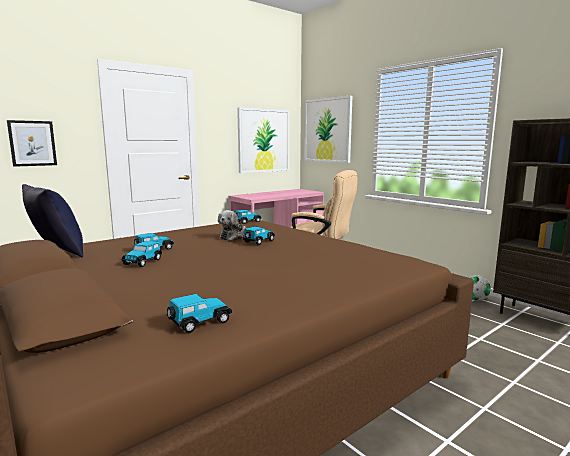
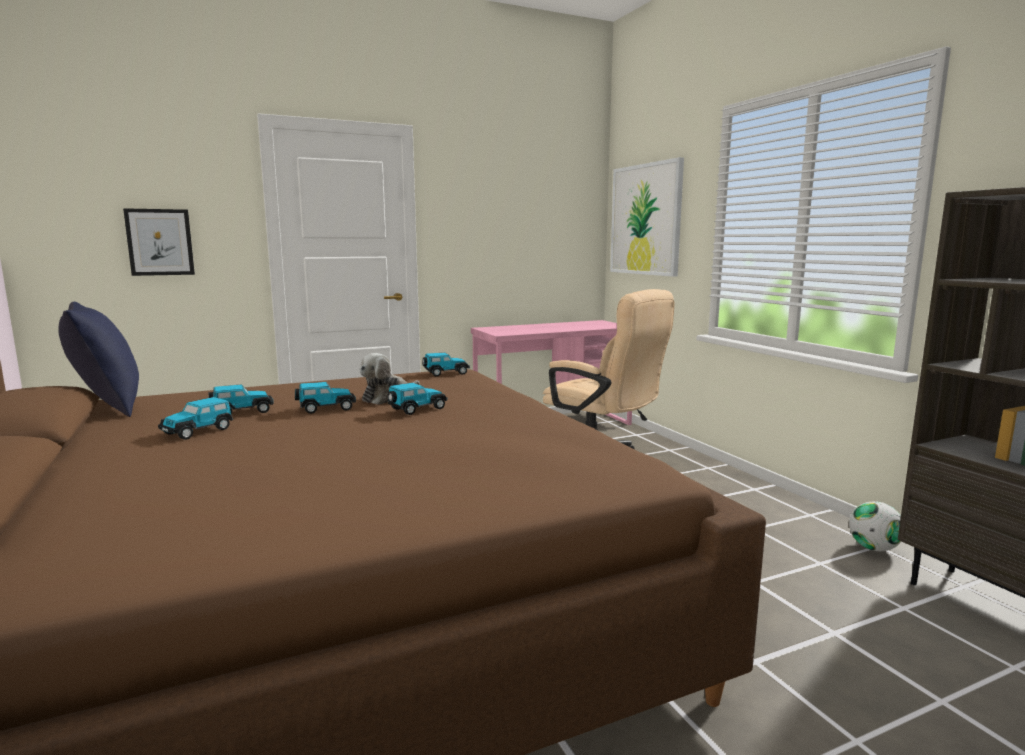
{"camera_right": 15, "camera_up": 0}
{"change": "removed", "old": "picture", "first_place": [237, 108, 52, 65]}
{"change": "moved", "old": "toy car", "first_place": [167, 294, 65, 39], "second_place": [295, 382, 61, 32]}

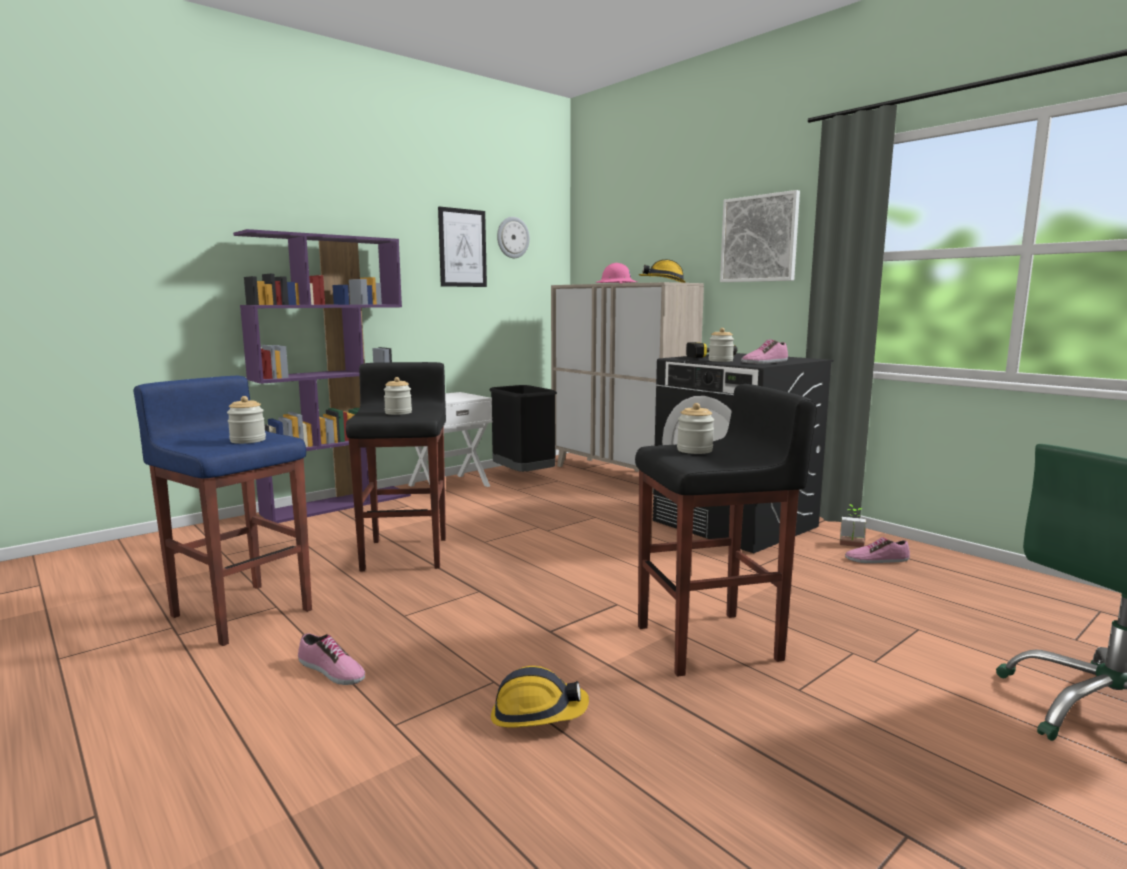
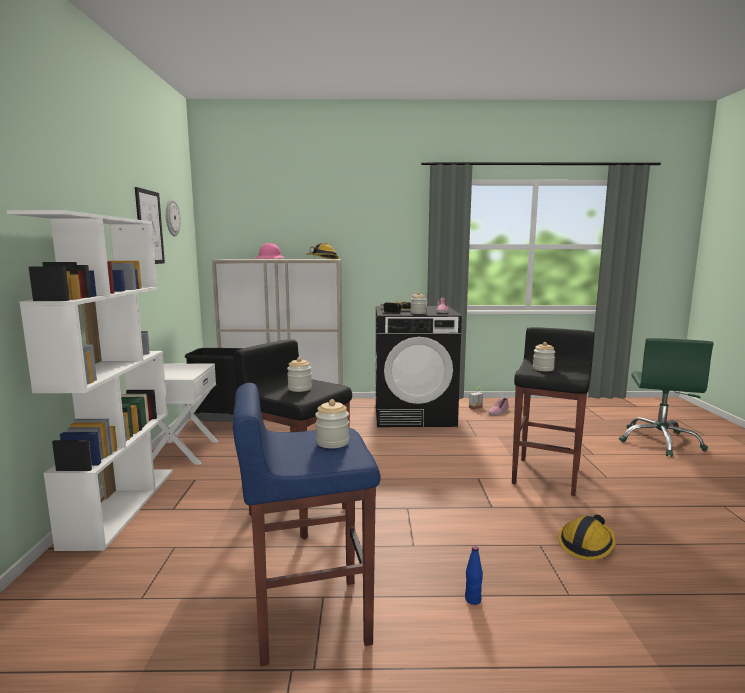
{"camera_right": -50, "camera_up": 0}
{"change": "removed", "old": "picture", "first_place": [720, 190, 80, 92]}
{"change": "replaced", "old": "shoe", "new": "bottle (blue)", "first_place": [298, 633, 67, 52], "second_place": [465, 546, 18, 59]}
{"change": "recoloured", "old": "bookcase (purple)", "new": "bookcase (white)", "first_place": [233, 229, 178, 294], "second_place": [7, 210, 166, 341]}

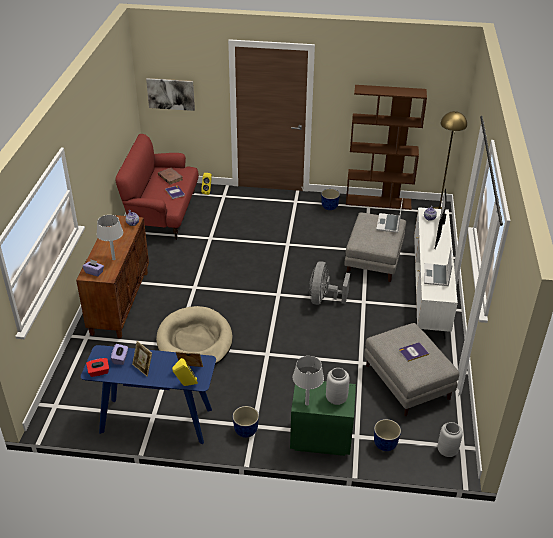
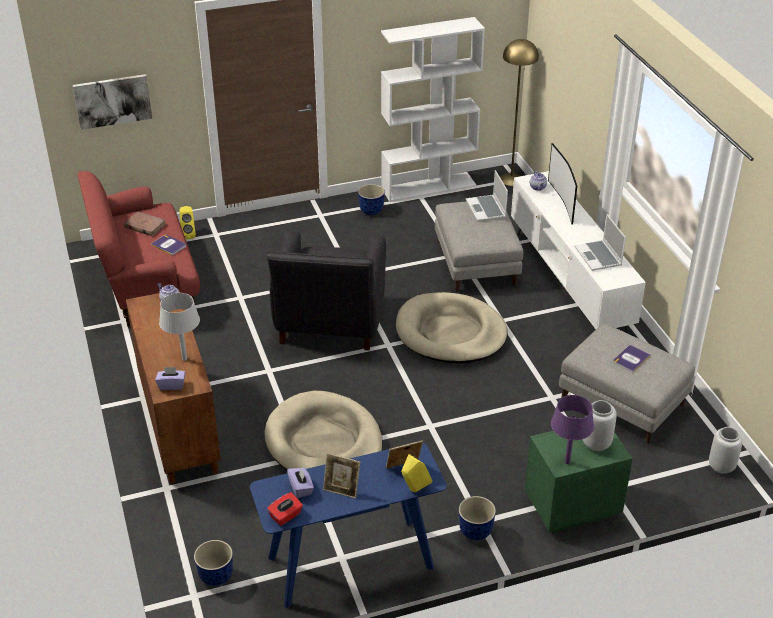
{"camera_right": -25, "camera_up": 0}
{"change": "added", "new": "armchair (black)", "second_place": [267, 230, 119, 121]}
{"change": "moved", "old": "planter", "first_place": [374, 419, 27, 32], "second_place": [194, 540, 39, 46]}
{"change": "replaced", "old": "fan (grey)", "new": "dog bed (beige)", "first_place": [309, 261, 41, 44], "second_place": [396, 292, 112, 72]}
{"change": "recoloured", "old": "table lamp (grey)", "new": "table lamp (purple)", "first_place": [293, 356, 31, 50], "second_place": [551, 395, 43, 69]}
{"change": "recoloured", "old": "bookcase (brown)", "new": "bookcase (white)", "first_place": [346, 85, 81, 125], "second_place": [381, 17, 104, 185]}

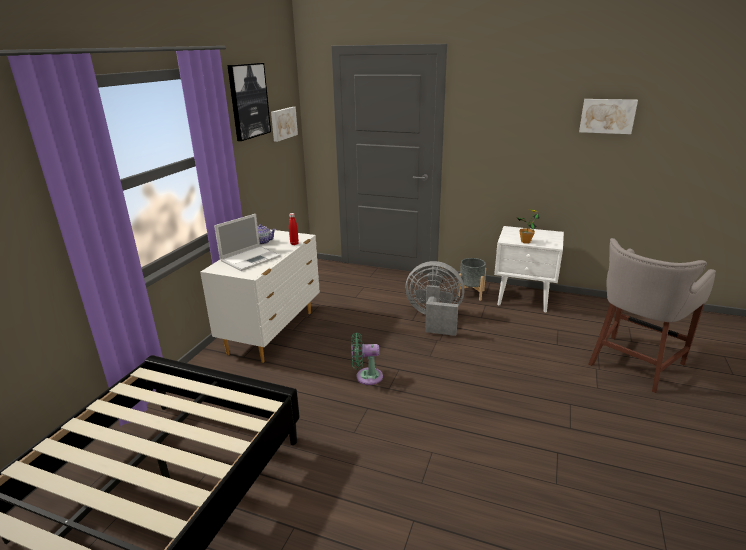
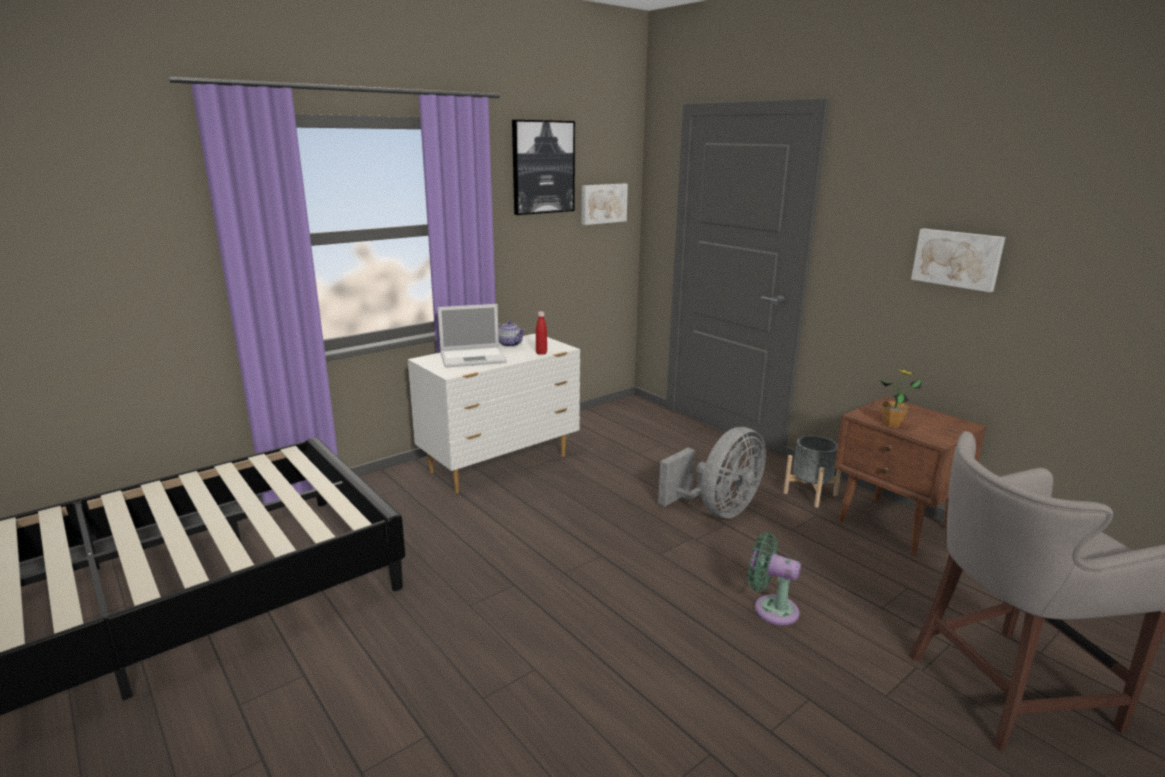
{"camera_right": 30, "camera_up": -5}
{"change": "moved", "old": "fan (green)", "first_place": [351, 333, 32, 52], "second_place": [748, 533, 53, 92]}
{"change": "moved", "old": "picture", "first_place": [579, 99, 59, 35], "second_place": [911, 228, 94, 64]}
{"change": "recoloured", "old": "nightstand (white)", "new": "nightstand (brown)", "first_place": [494, 226, 70, 86], "second_place": [834, 396, 153, 160]}
{"change": "turned", "old": "fan (grey)", "first_place": [405, 261, 59, 75], "second_place": [658, 427, 108, 91], "degrees": 90}

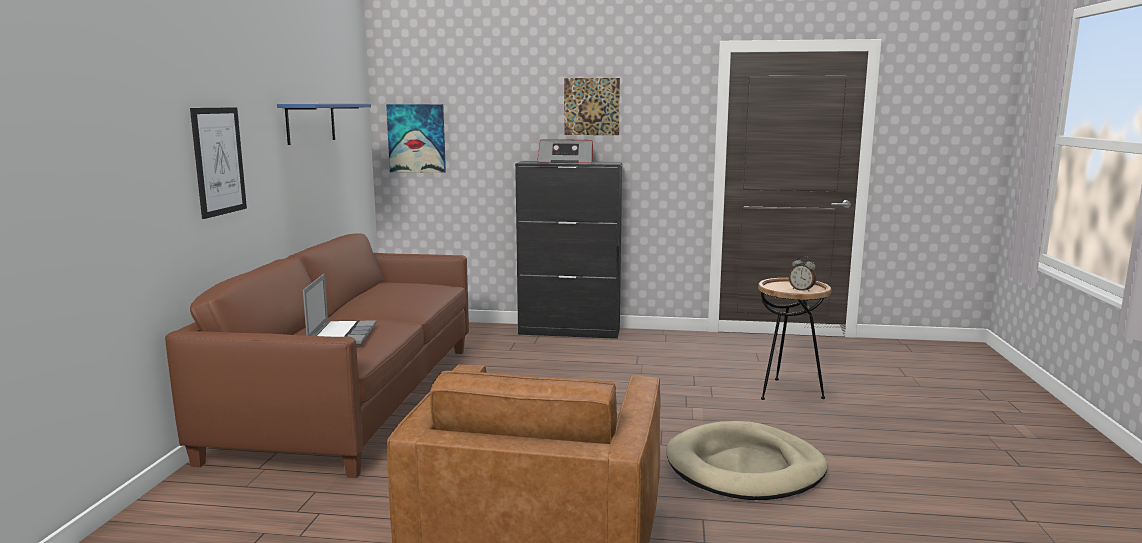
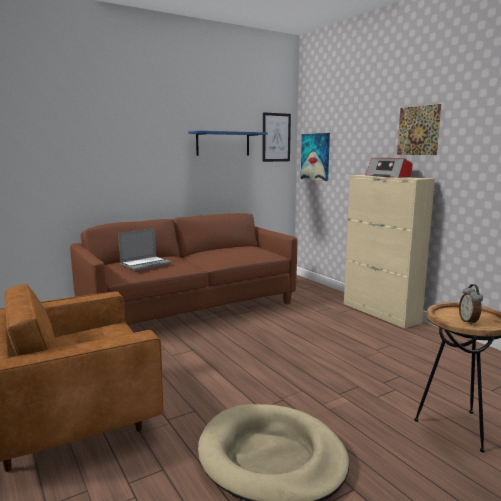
{"camera_right": 50, "camera_up": 0}
{"change": "moved", "old": "picture", "first_place": [190, 108, 57, 111], "second_place": [262, 112, 29, 50]}
{"change": "recoloured", "old": "cabinet (black)", "new": "cabinet (beige)", "first_place": [515, 161, 107, 178], "second_place": [344, 175, 91, 153]}

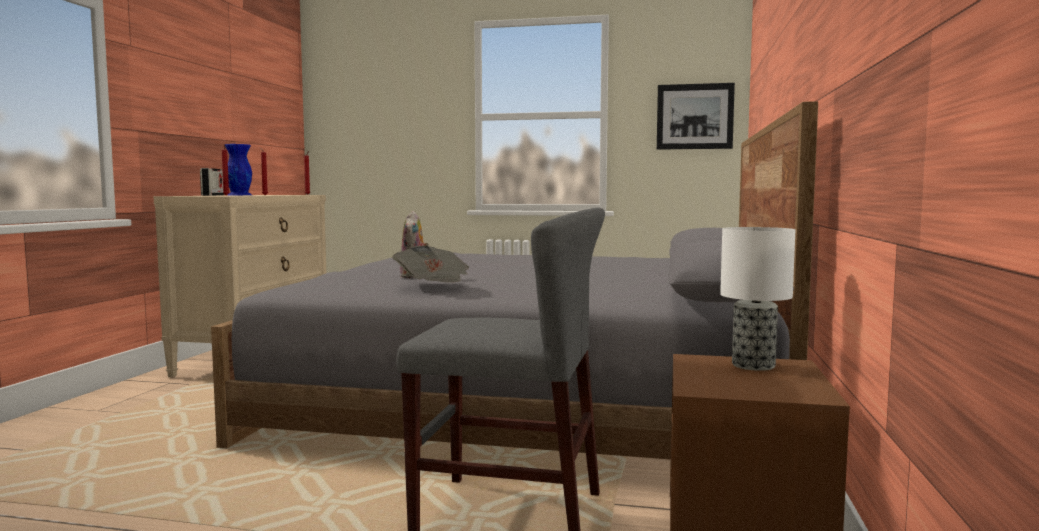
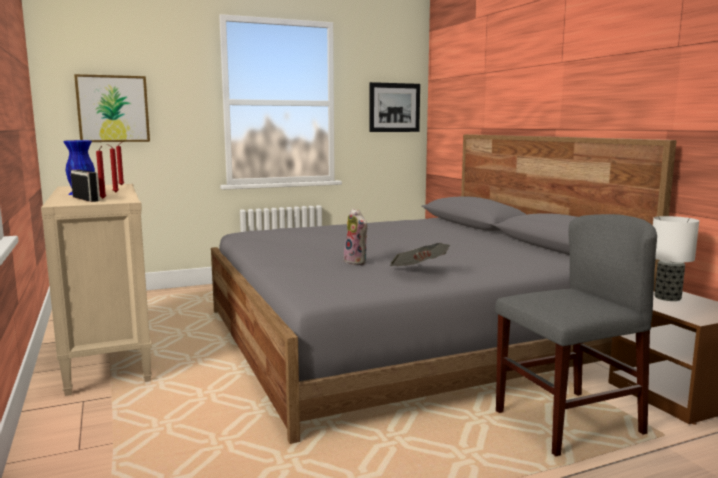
{"camera_right": -35, "camera_up": 5}
{"change": "added", "new": "picture", "second_place": [74, 74, 76, 68]}

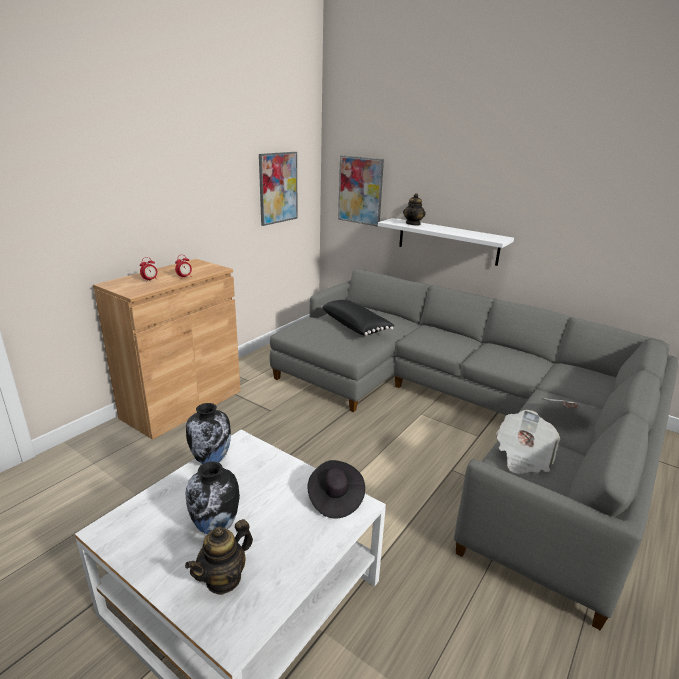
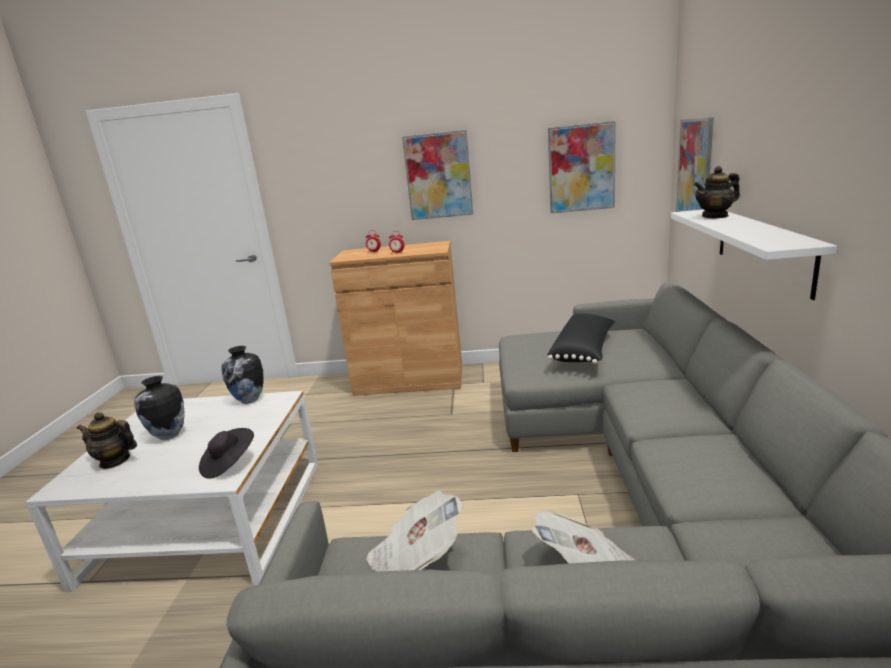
{"camera_right": 60, "camera_up": -5}
{"change": "added", "new": "picture", "second_place": [402, 130, 71, 90]}

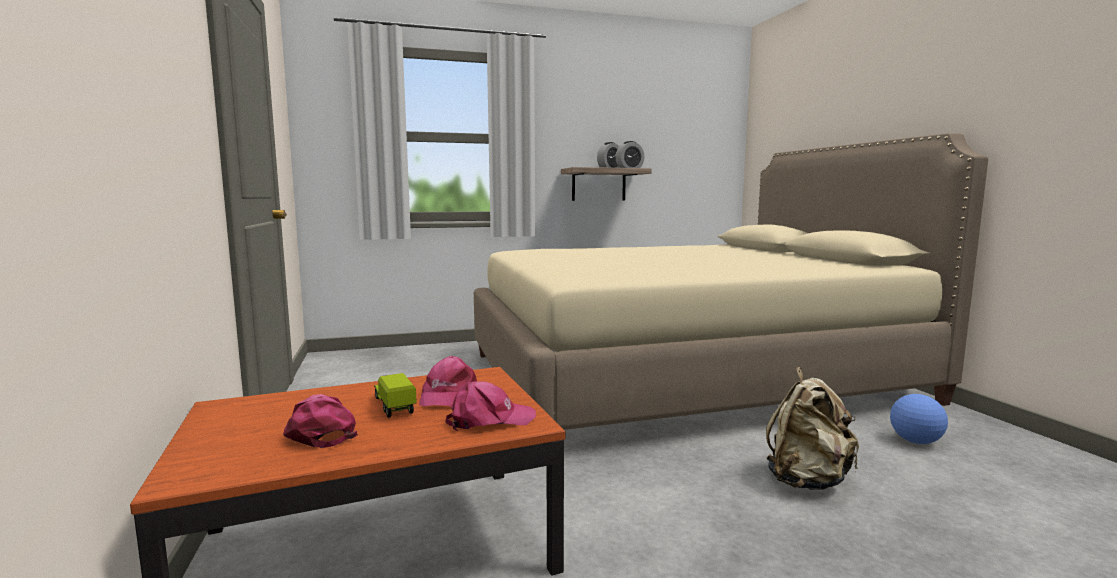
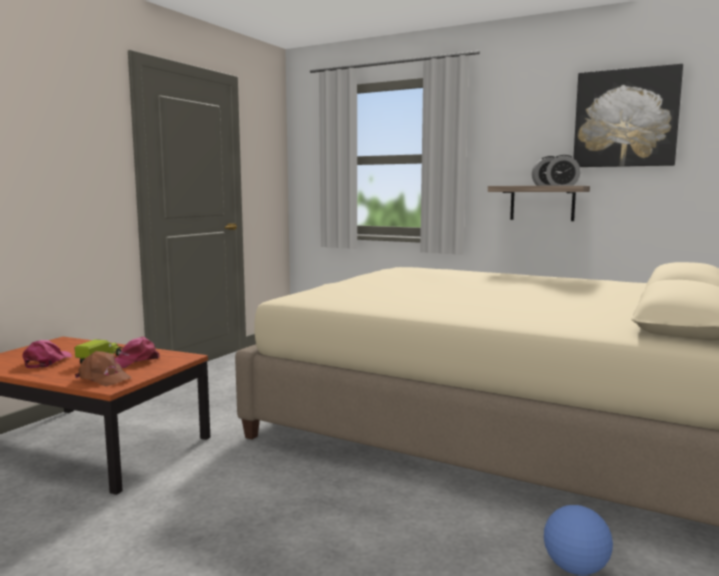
{"camera_right": 45, "camera_up": 0}
{"change": "removed", "old": "backpack (beige)", "first_place": [766, 367, 93, 123]}
{"change": "added", "new": "picture", "second_place": [573, 64, 110, 103]}
{"change": "recoloured", "old": "cap (pink)", "new": "cap (brown)", "first_place": [445, 381, 91, 50], "second_place": [75, 351, 57, 35]}

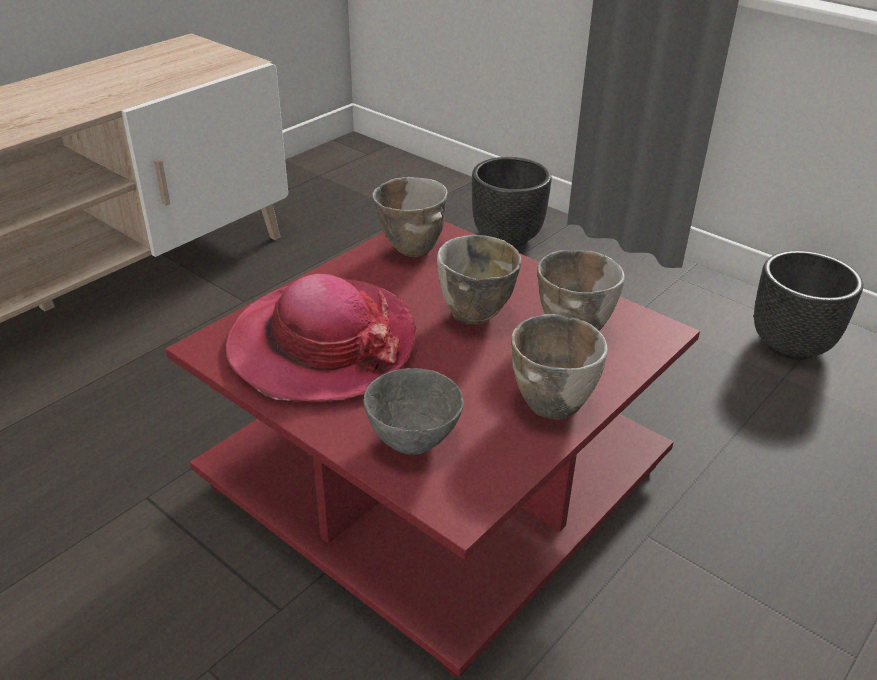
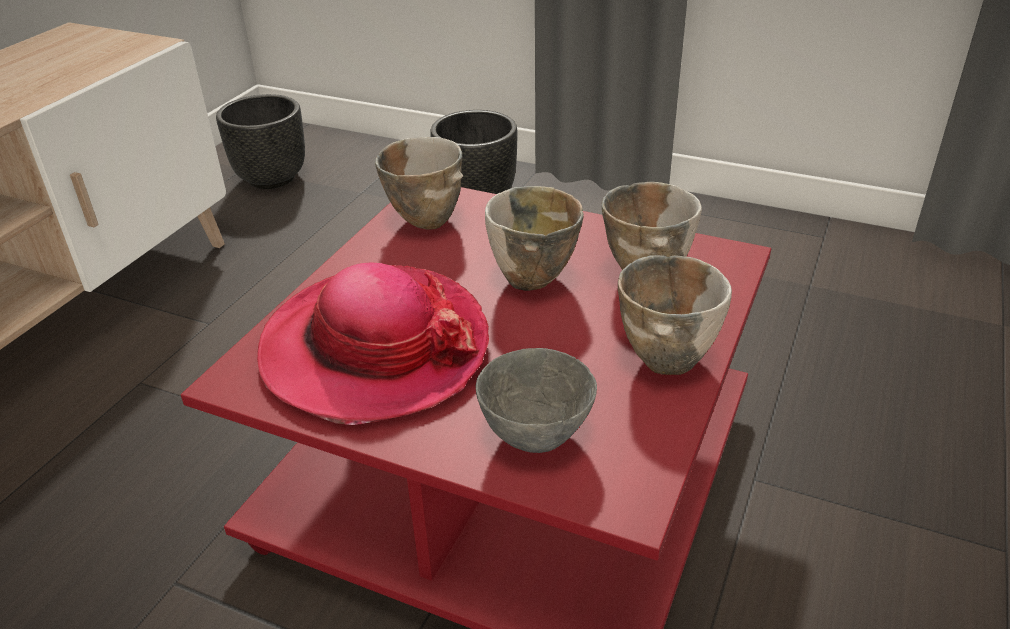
{"camera_right": -15, "camera_up": 0}
{"change": "moved", "old": "planter (black)", "first_place": [754, 250, 109, 110], "second_place": [216, 94, 89, 95]}

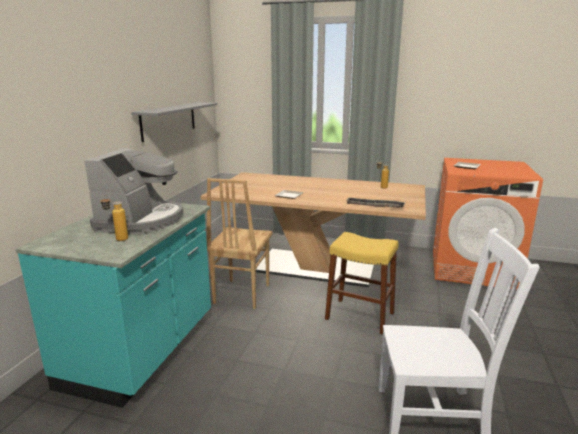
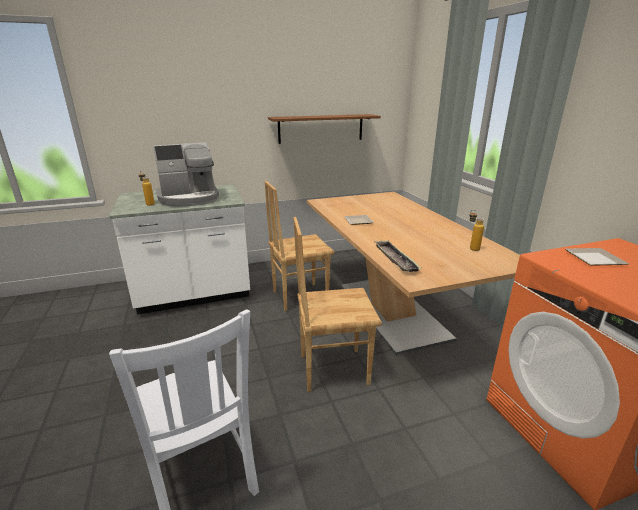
{"camera_right": 55, "camera_up": 5}
{"change": "replaced", "old": "stool (yellow)", "new": "chair (brown)", "first_place": [325, 232, 73, 102], "second_place": [293, 217, 89, 175]}
{"change": "recoloured", "old": "counter (turquoise)", "new": "counter (white)", "first_place": [15, 203, 196, 205], "second_place": [109, 185, 141, 130]}
{"change": "recoloured", "old": "shelf (grey)", "new": "shelf (brown)", "first_place": [131, 102, 86, 40], "second_place": [268, 114, 113, 30]}

